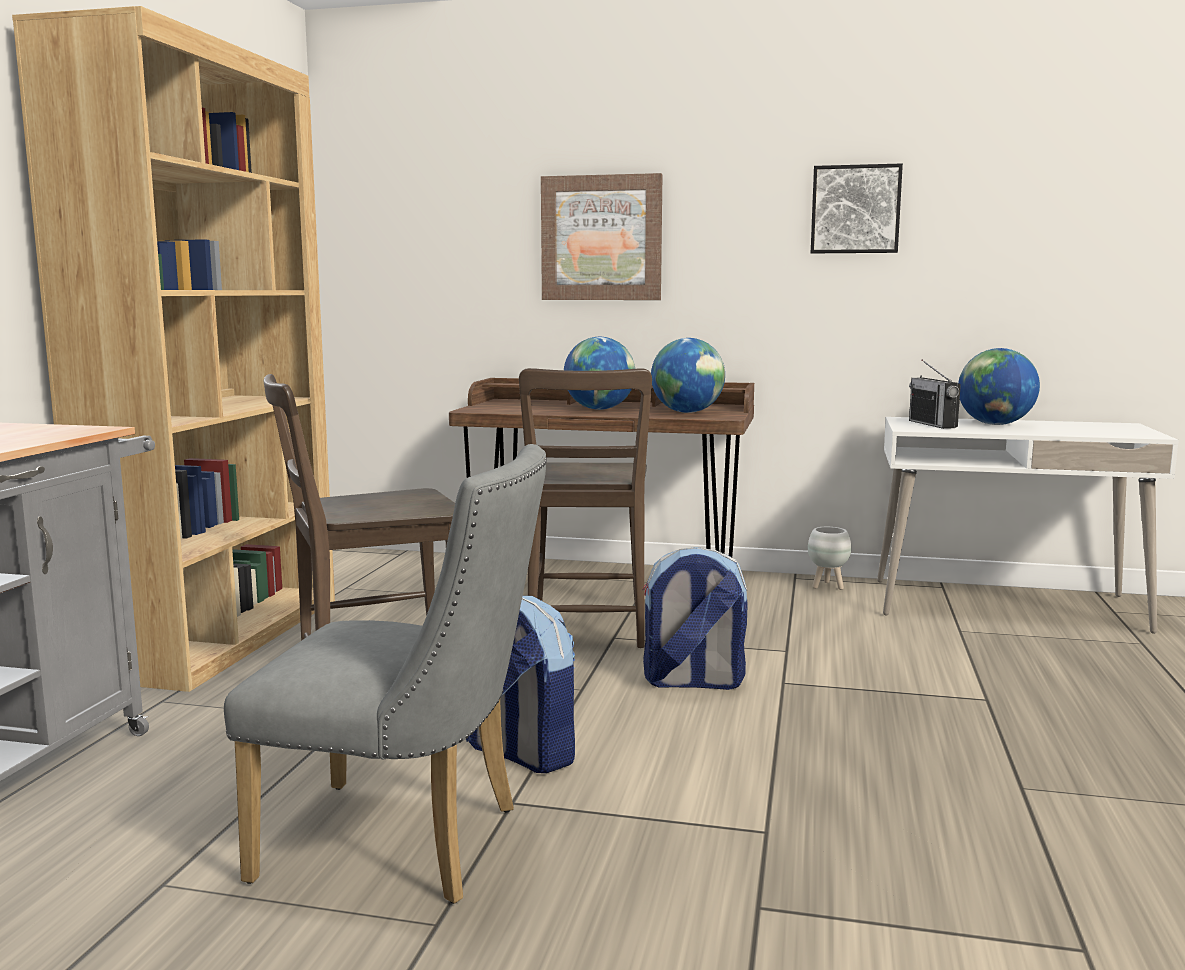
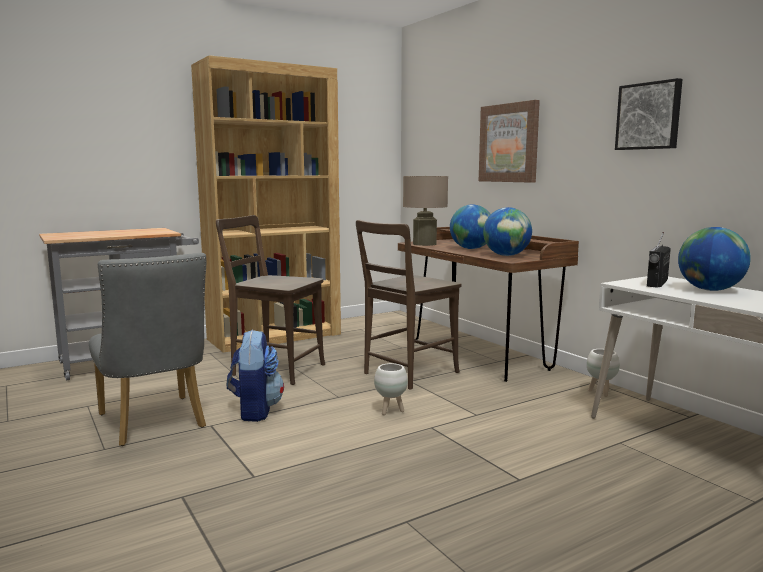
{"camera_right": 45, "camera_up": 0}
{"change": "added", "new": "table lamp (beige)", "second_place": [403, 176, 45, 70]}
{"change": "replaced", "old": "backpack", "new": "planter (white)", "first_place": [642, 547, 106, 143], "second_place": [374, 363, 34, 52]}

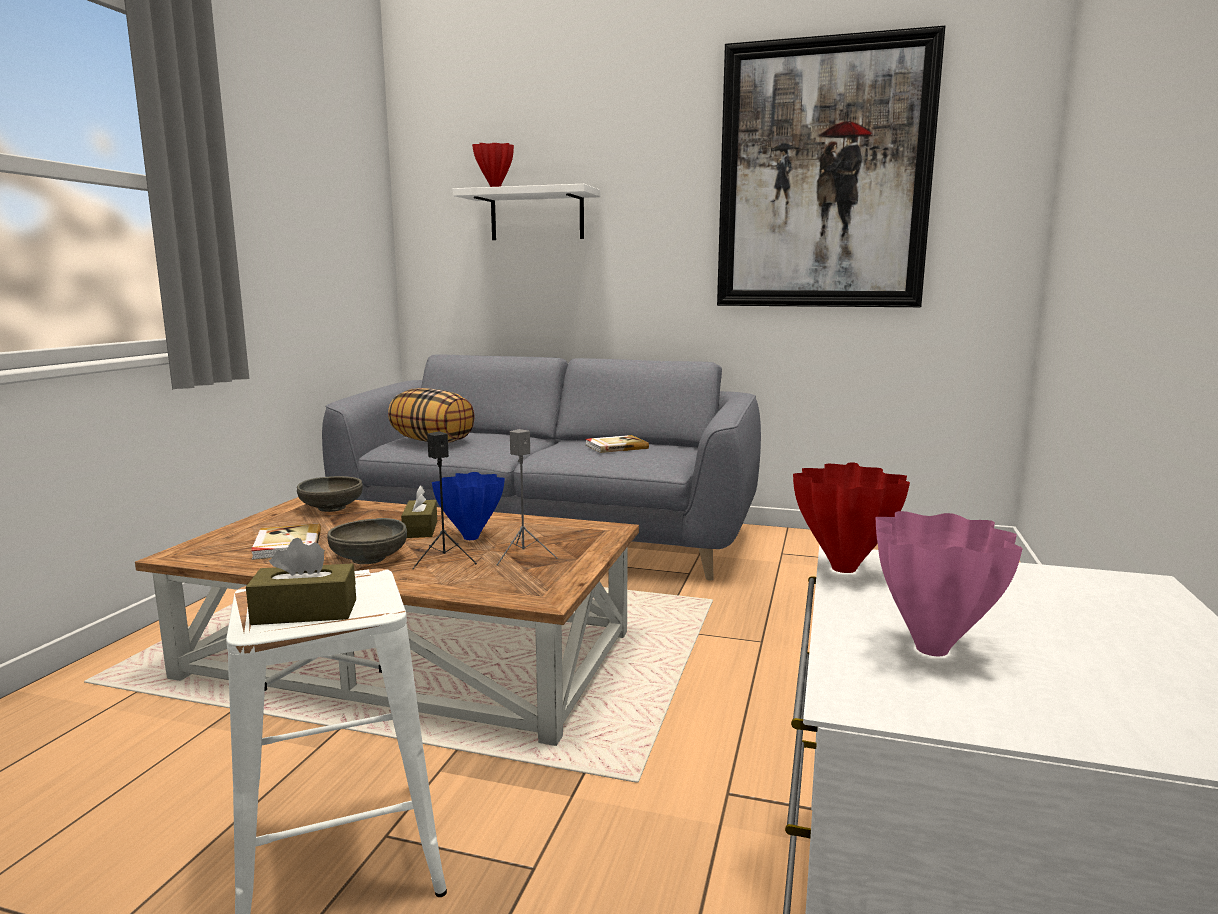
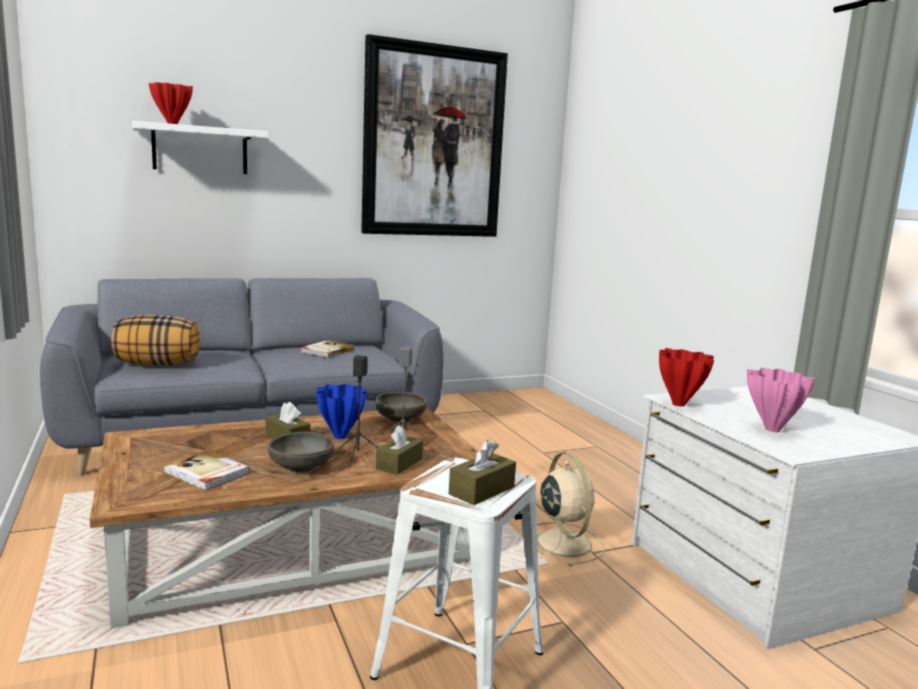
{"camera_right": -40, "camera_up": 0}
{"change": "added", "new": "tissue box (brown)", "second_place": [376, 424, 47, 51]}
{"change": "added", "new": "fan (beige)", "second_place": [520, 452, 85, 115]}
{"change": "moved", "old": "bowl (grey)", "first_place": [297, 476, 66, 36], "second_place": [375, 392, 52, 31]}

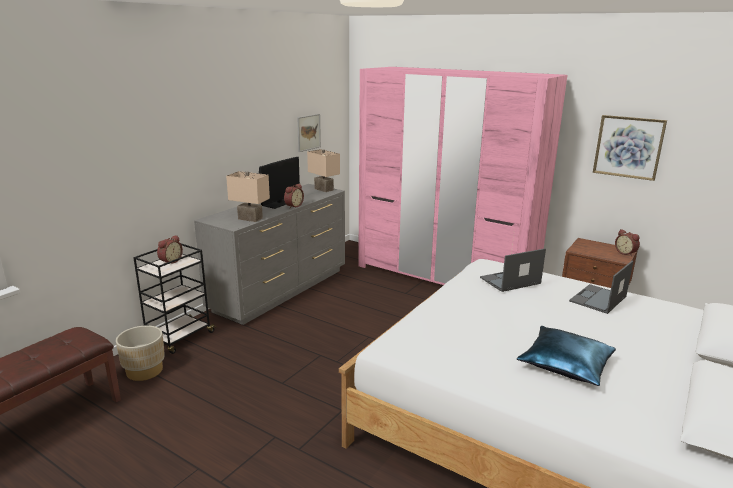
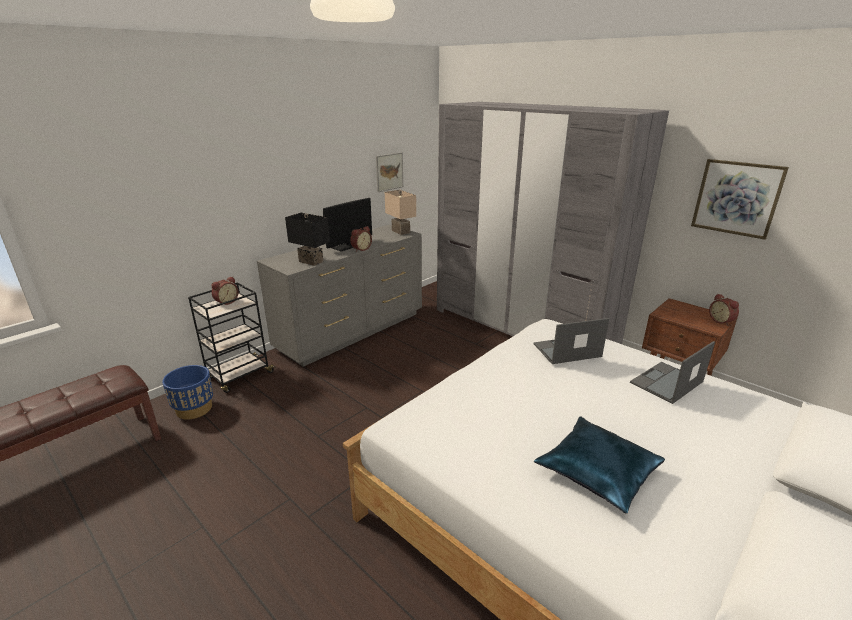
{"camera_right": 10, "camera_up": 5}
{"change": "recoloured", "old": "planter (beige)", "new": "planter (blue)", "first_place": [116, 325, 49, 56], "second_place": [162, 365, 51, 55]}
{"change": "recoloured", "old": "table lamp (beige)", "new": "table lamp (black)", "first_place": [226, 171, 44, 51], "second_place": [285, 213, 45, 53]}
{"change": "recoloured", "old": "wardrobe (pink)", "new": "wardrobe (grey)", "first_place": [358, 67, 209, 218], "second_place": [437, 102, 232, 242]}

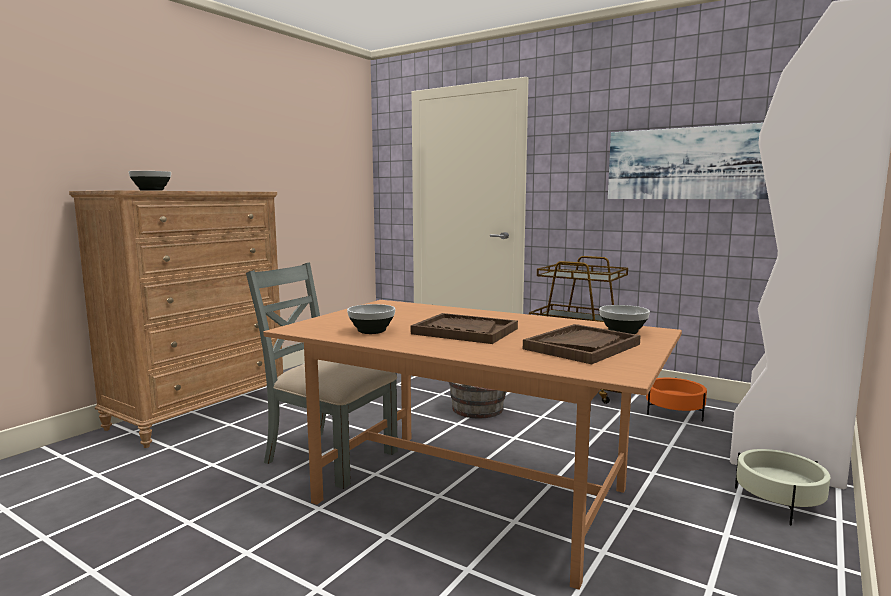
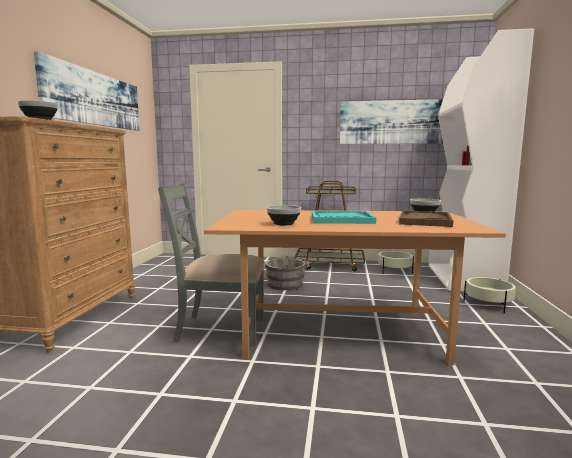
{"camera_right": -25, "camera_up": 0}
{"change": "added", "new": "picture", "second_place": [34, 51, 106, 80]}
{"change": "recoloured", "old": "tray (brown)", "new": "tray (turquoise)", "first_place": [411, 313, 107, 31], "second_place": [312, 211, 64, 13]}
{"change": "recoloured", "old": "planter (orange)", "new": "planter (beige)", "first_place": [646, 377, 61, 45], "second_place": [378, 251, 36, 23]}

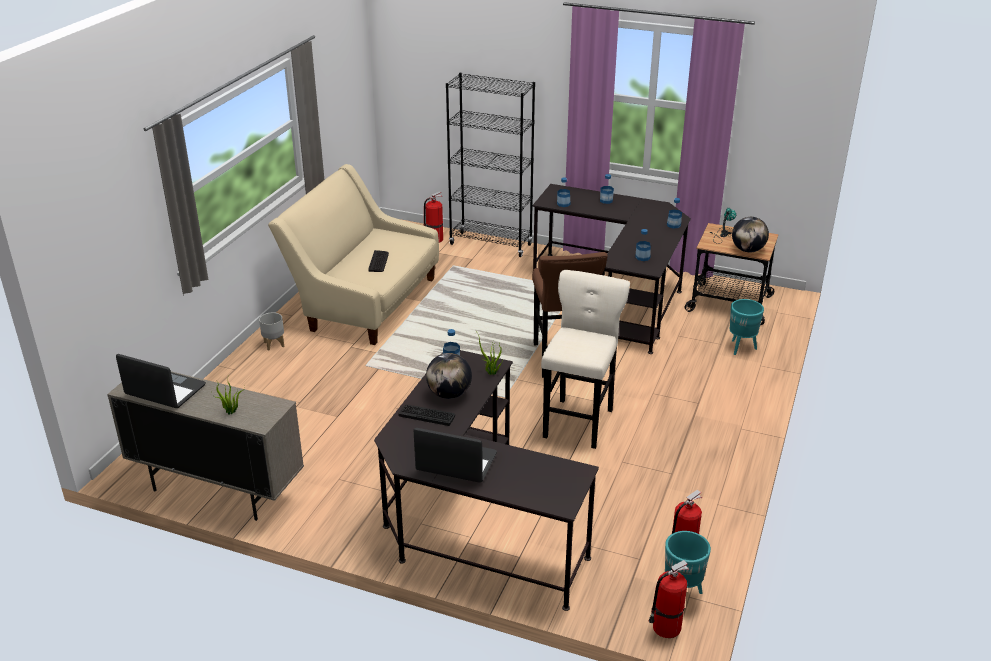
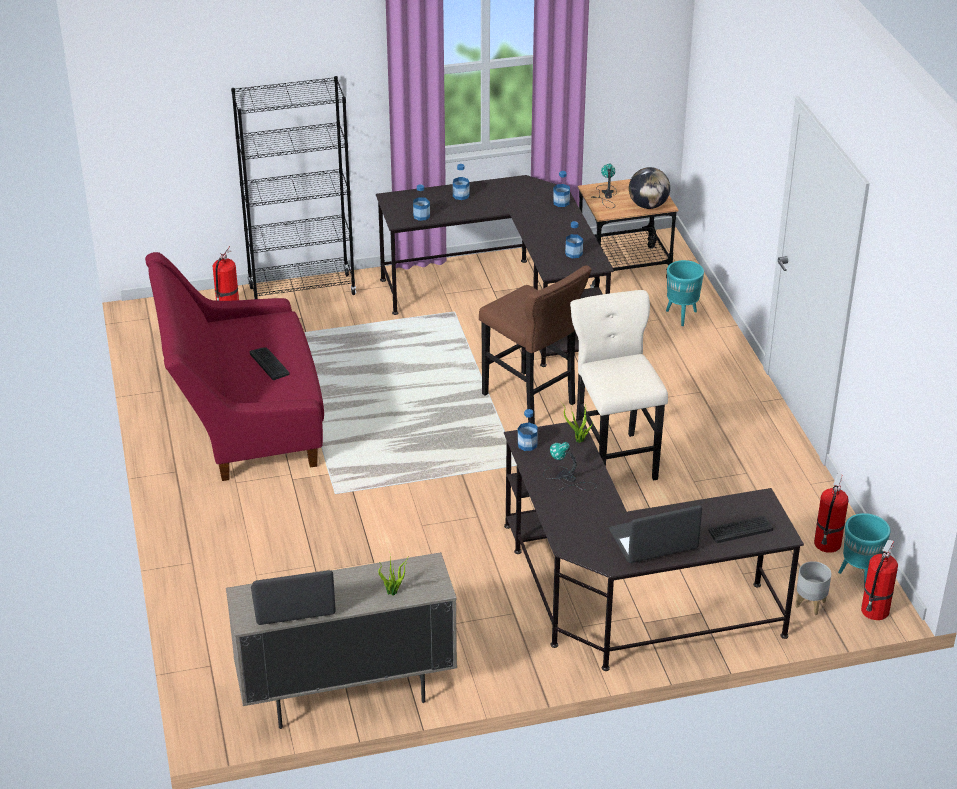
{"camera_right": -35, "camera_up": 5}
{"change": "moved", "old": "planter (grey)", "first_place": [259, 312, 25, 38], "second_place": [795, 561, 36, 54]}
{"change": "moved", "old": "keyboard", "first_place": [398, 404, 57, 22], "second_place": [708, 516, 65, 27]}
{"change": "replaced", "old": "globe", "new": "table lamp", "first_place": [426, 353, 46, 46], "second_place": [543, 442, 54, 49]}
{"change": "recoloured", "old": "sofa (beige)", "new": "sofa (red)", "first_place": [268, 164, 171, 181], "second_place": [145, 252, 179, 229]}

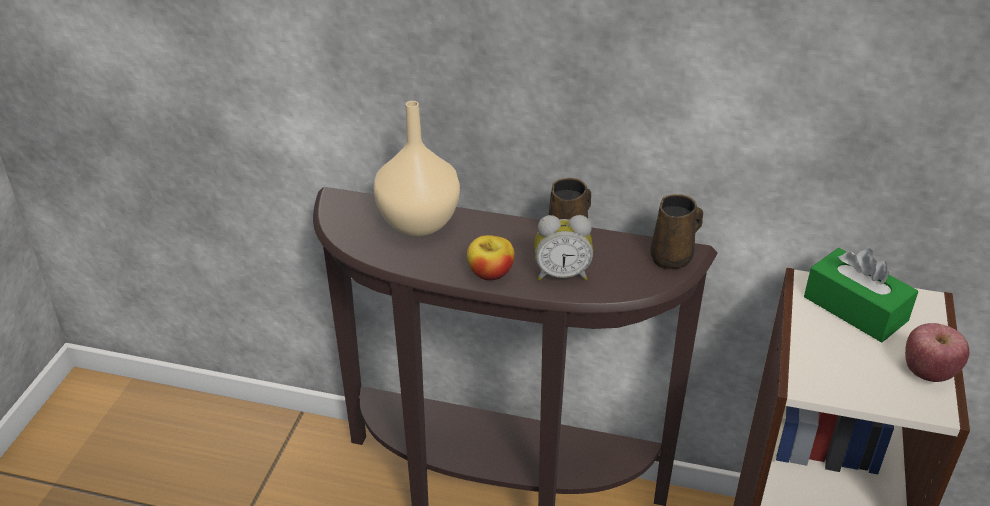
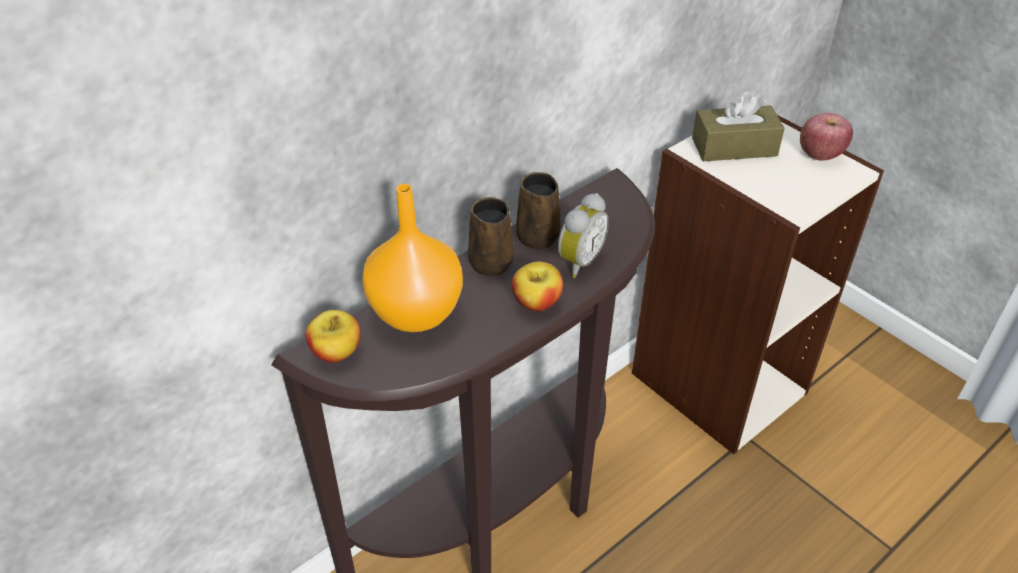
{"camera_right": -55, "camera_up": 5}
{"change": "added", "new": "apple", "second_place": [305, 310, 56, 53]}
{"change": "moved", "old": "mug (brown)", "first_place": [650, 194, 53, 75], "second_place": [468, 197, 46, 80]}
{"change": "recoloured", "old": "vase (beige)", "new": "vase (orange)", "first_place": [373, 101, 87, 136], "second_place": [363, 184, 100, 148]}
{"change": "recoloured", "old": "tissue box (green)", "new": "tissue box (brown)", "first_place": [804, 248, 114, 95], "second_place": [692, 91, 93, 70]}

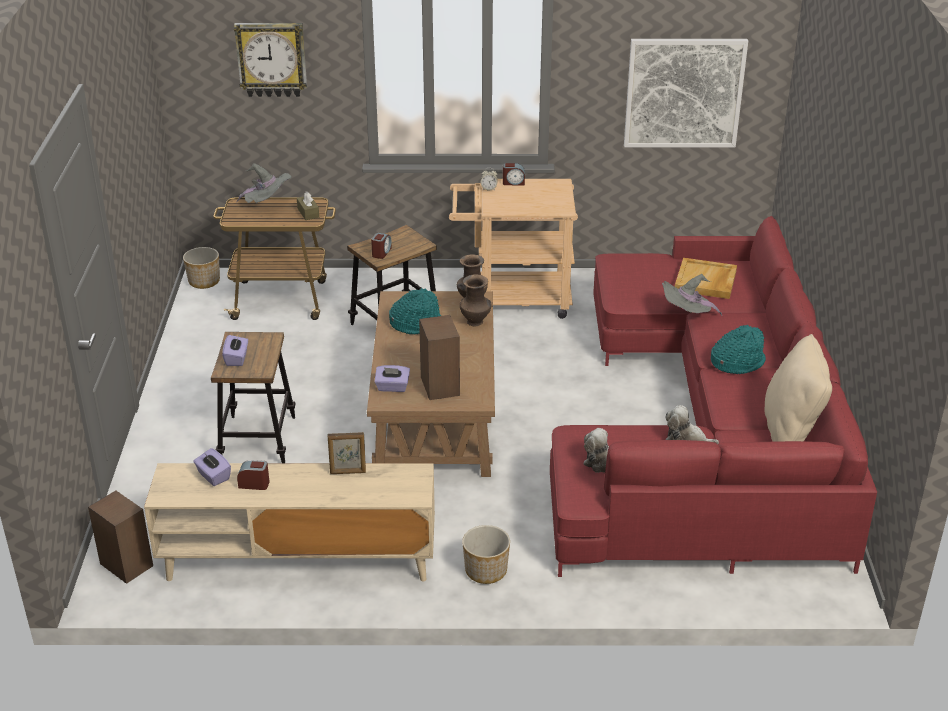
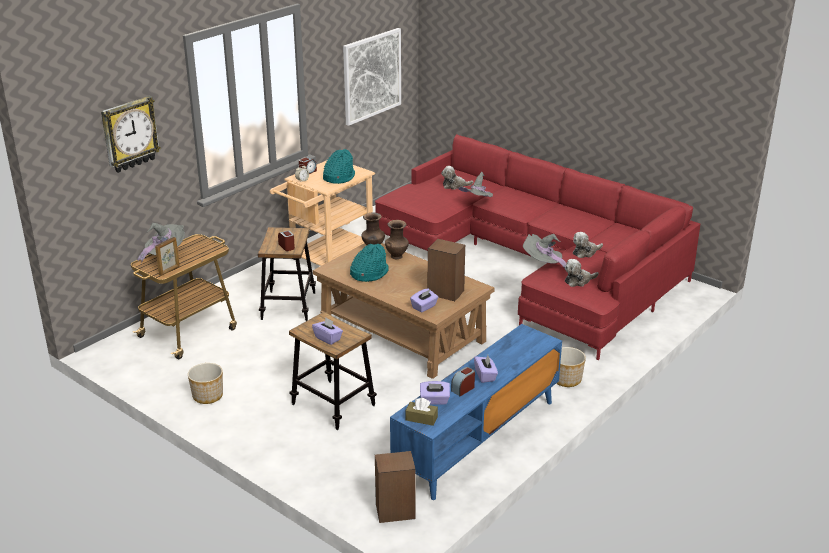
{"camera_right": -50, "camera_up": -5}
{"change": "removed", "old": "pillow (beige)", "first_place": [764, 334, 68, 108]}
{"change": "added", "new": "tissue box (purple)", "second_place": [474, 355, 24, 28]}
{"change": "added", "new": "hat (grey)", "second_place": [523, 234, 43, 34]}
{"change": "moved", "old": "planter", "first_place": [183, 247, 37, 42], "second_place": [188, 363, 35, 41]}
{"change": "moved", "old": "tissue box (brown)", "first_place": [297, 192, 22, 28], "second_place": [406, 398, 32, 28]}
{"change": "moved", "old": "picture frame", "first_place": [328, 432, 38, 42], "second_place": [155, 237, 25, 39]}
{"change": "moved", "old": "hat (turquoise)", "first_place": [711, 325, 55, 49], "second_place": [323, 149, 32, 35]}
{"change": "replaced", "old": "tray (beige)", "new": "plush toy", "first_place": [675, 258, 62, 41], "second_place": [441, 166, 32, 24]}
{"change": "recoloured", "old": "tv stand (beige)", "new": "tv stand (blue)", "first_place": [144, 463, 291, 119], "second_place": [390, 324, 172, 176]}

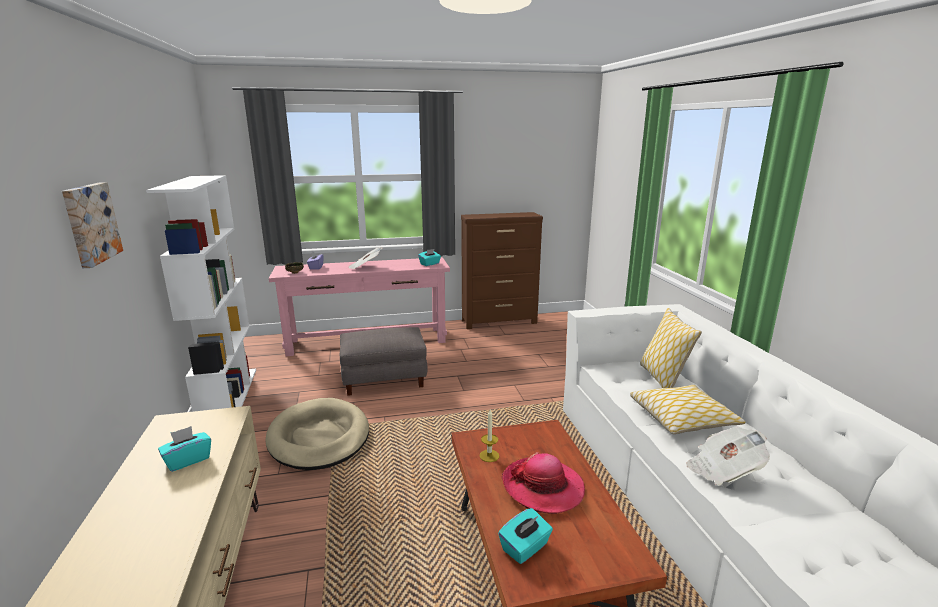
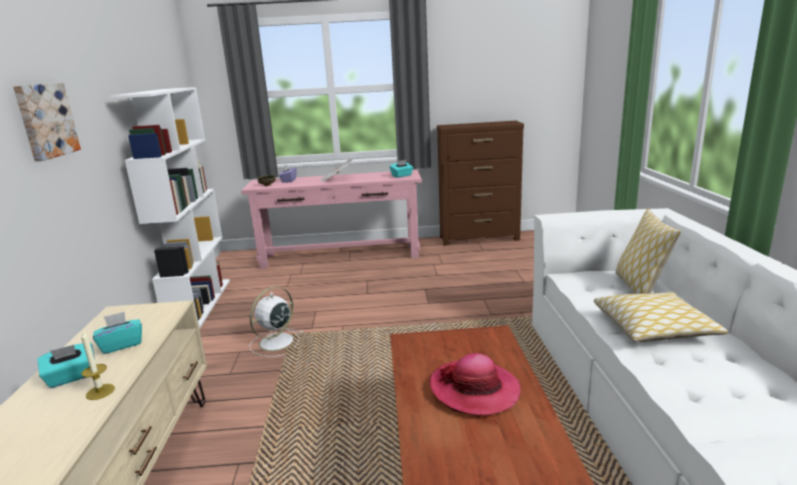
{"camera_right": 10, "camera_up": 0}
{"change": "removed", "old": "ottoman (grey)", "first_place": [340, 327, 88, 69]}
{"change": "removed", "old": "newspaper", "first_place": [686, 427, 84, 58]}
{"change": "moved", "old": "candle", "first_place": [480, 410, 20, 52], "second_place": [81, 330, 34, 70]}
{"change": "moved", "old": "tissue box (turquoise)", "first_place": [498, 508, 55, 56], "second_place": [37, 343, 58, 45]}
{"change": "replaced", "old": "dog bed (beige)", "new": "fan (white)", "first_place": [265, 398, 104, 72], "second_place": [249, 286, 55, 71]}

